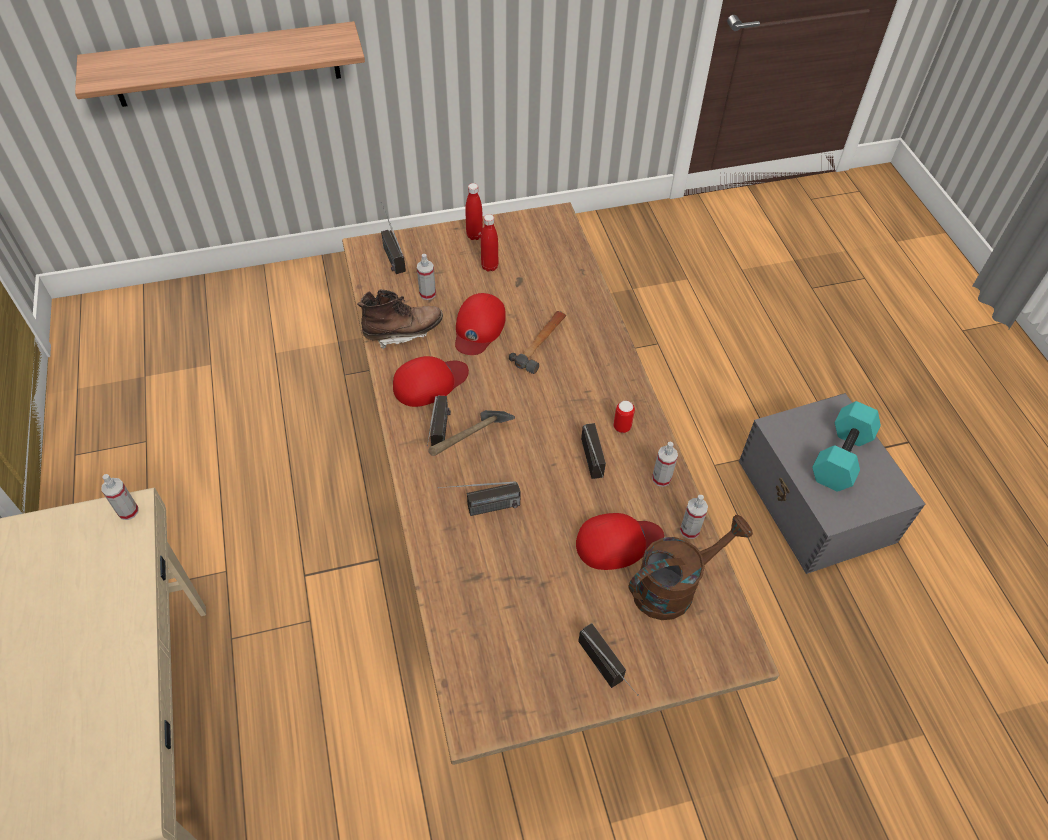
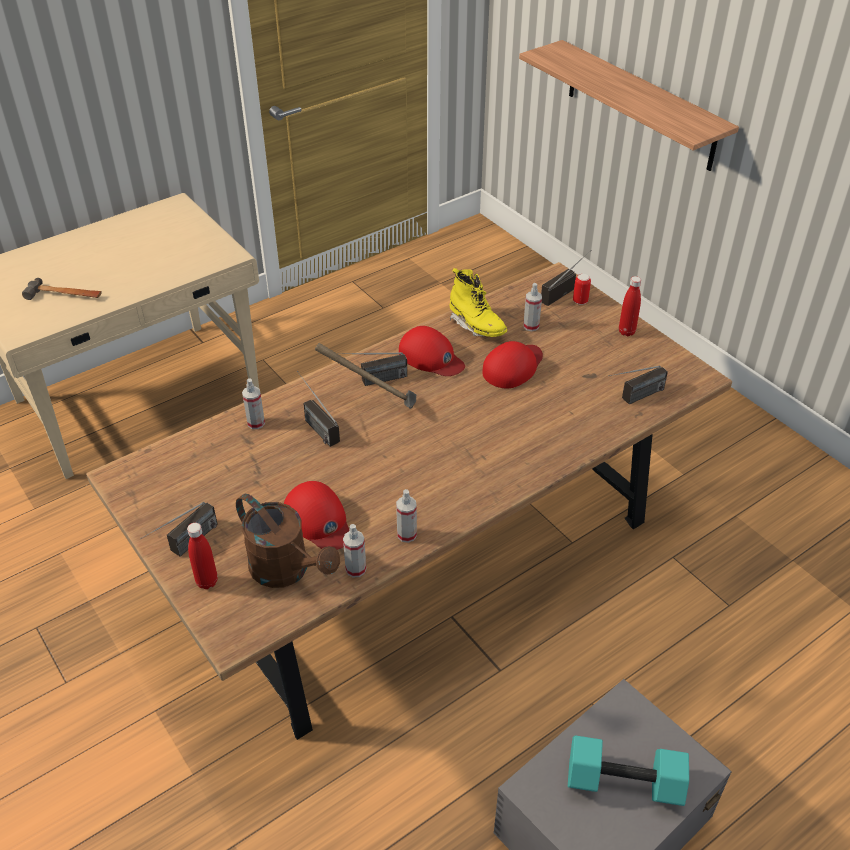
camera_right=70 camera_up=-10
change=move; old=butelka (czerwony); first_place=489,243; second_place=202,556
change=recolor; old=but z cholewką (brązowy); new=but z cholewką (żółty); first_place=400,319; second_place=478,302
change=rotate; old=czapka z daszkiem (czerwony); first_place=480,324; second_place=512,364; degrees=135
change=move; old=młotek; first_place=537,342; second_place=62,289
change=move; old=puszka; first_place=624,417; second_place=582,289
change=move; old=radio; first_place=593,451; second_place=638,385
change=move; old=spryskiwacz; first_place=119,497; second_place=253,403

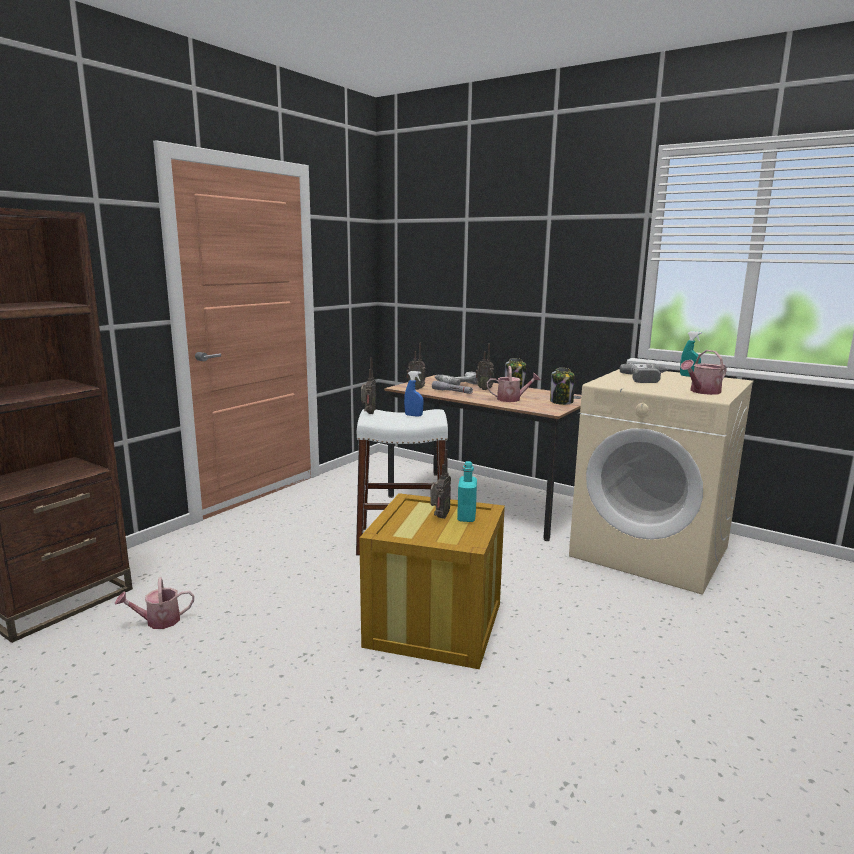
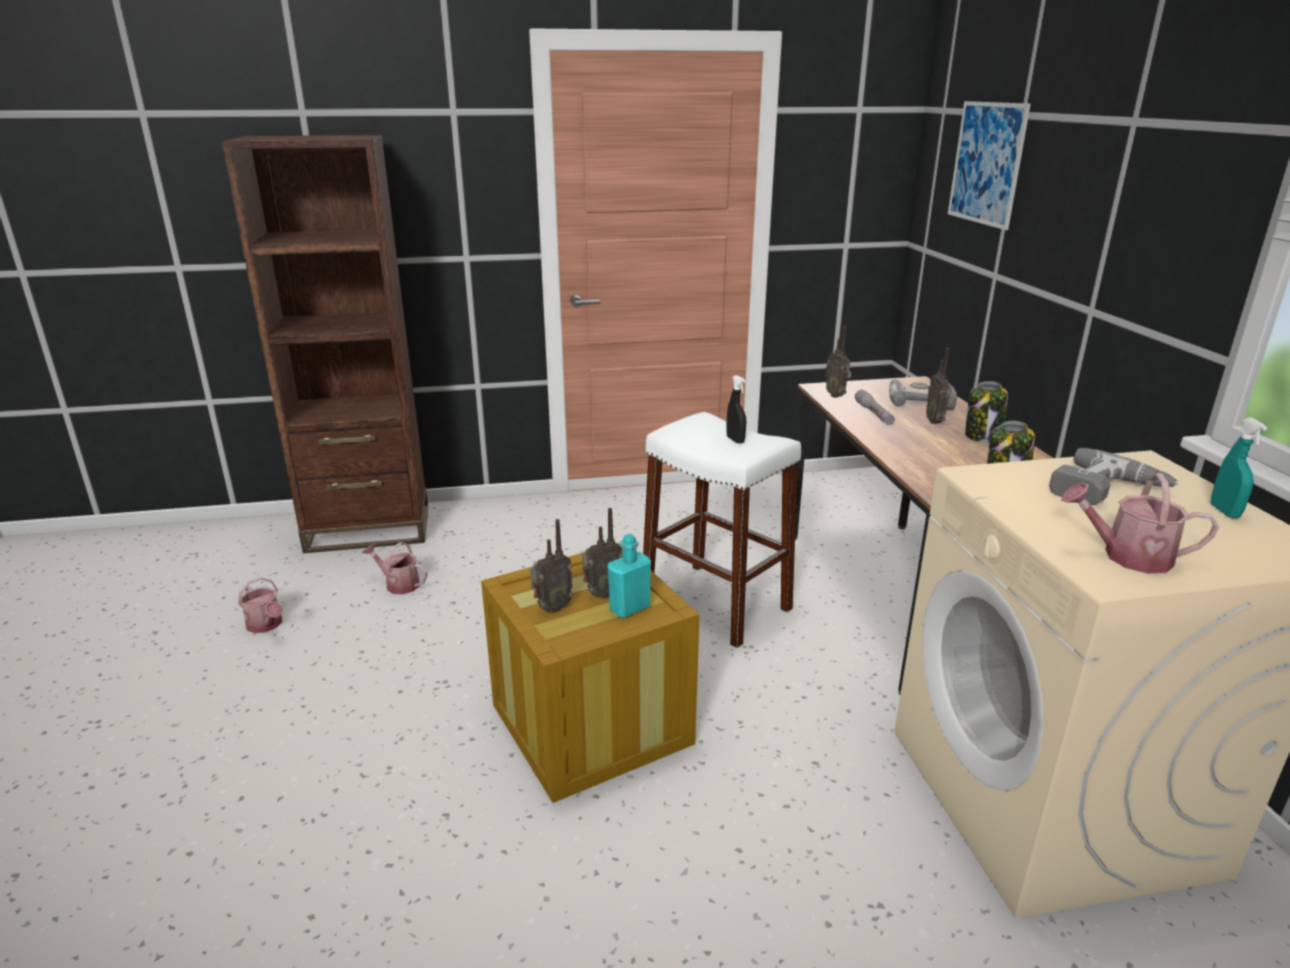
camera_right=45 camera_up=10
change=move; old=radio; first_place=368,386; second_place=551,566
change=move; old=konewka; first_place=514,384; second_place=260,605
change=recolor; old=spryskiwacz (niebieski); new=spryskiwacz (czarny); first_place=413,394; second_place=736,409
change=insert; new=obraz; second_place=989,165

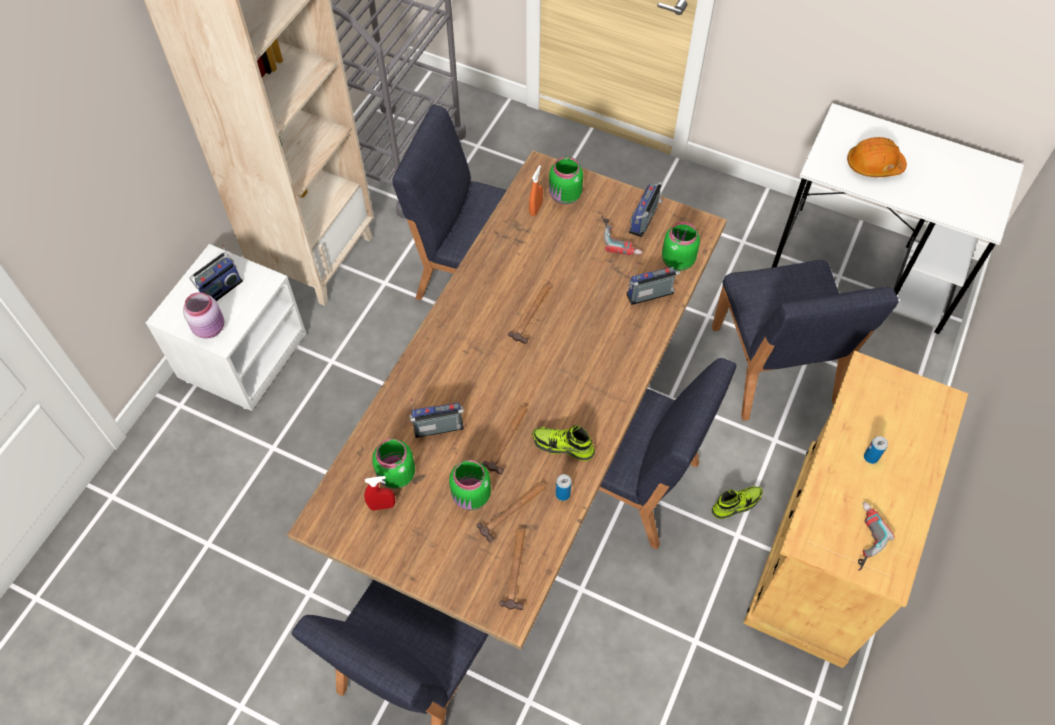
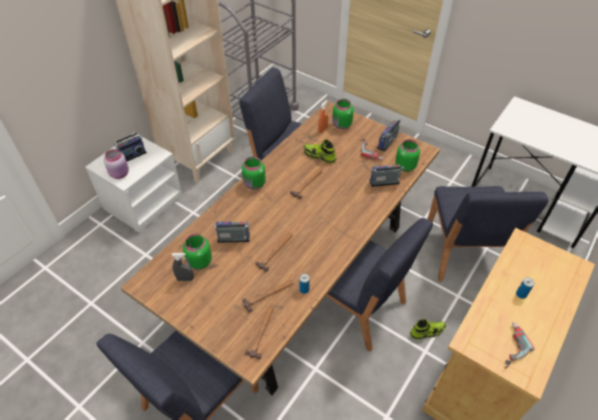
camera_right=10 camera_up=-10
change=delete; old=kask (pomarańczowy); first_place=877,157
change=move; old=but; first_place=563,443; second_place=320,152
change=move; old=słoik (zielony); first_place=470,485; second_place=254,173
change=recolor; old=spryskiwacz (czerwony); new=spryskiwacz (szary); first_place=379,493; second_place=183,267

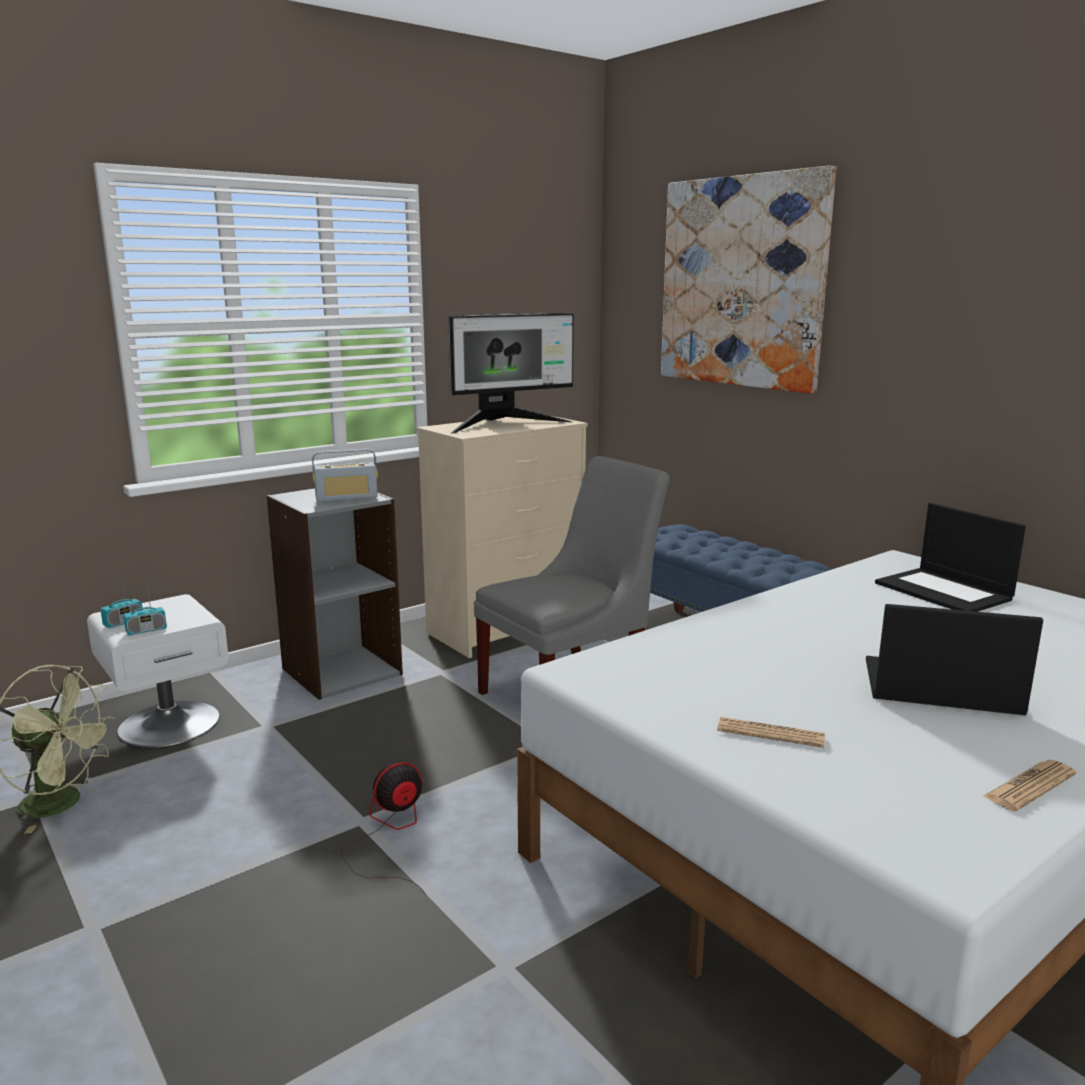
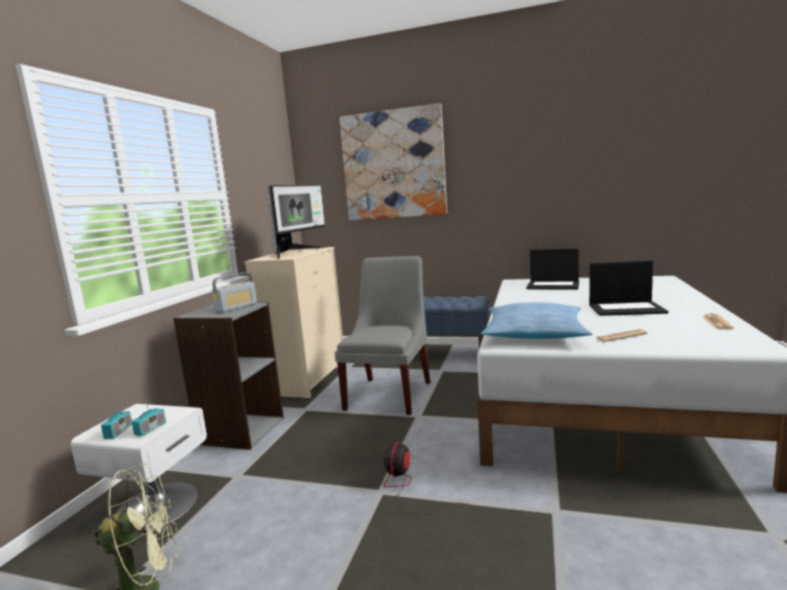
camera_right=-35 camera_up=-5
change=rotate; old=laptop; first_place=954,659; second_place=628,288; degrees=-150
change=insert; new=poduszka; second_place=536,320

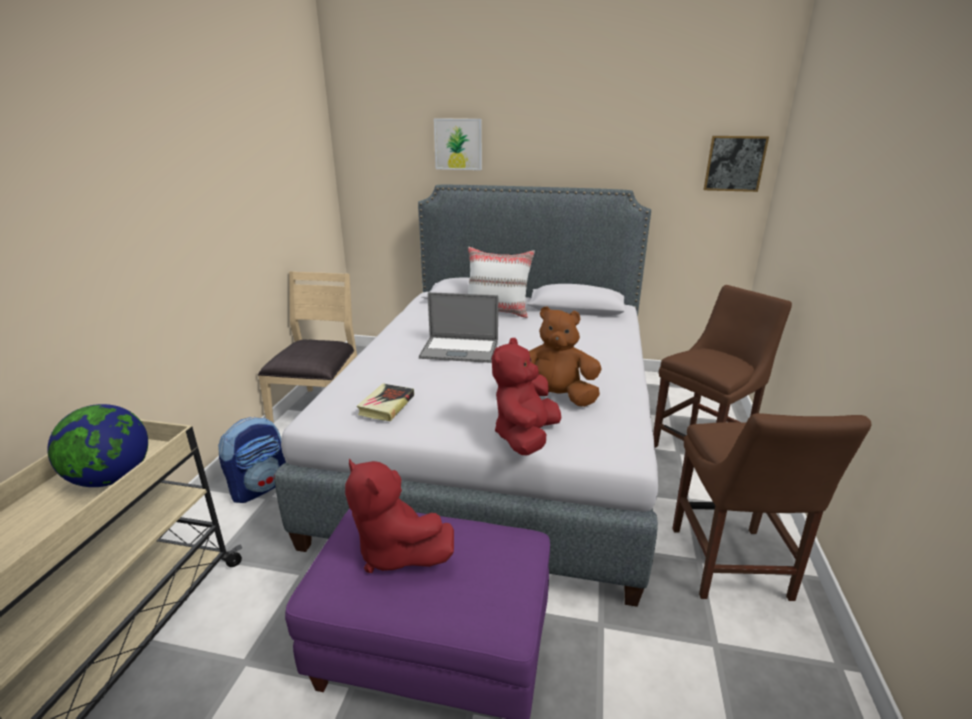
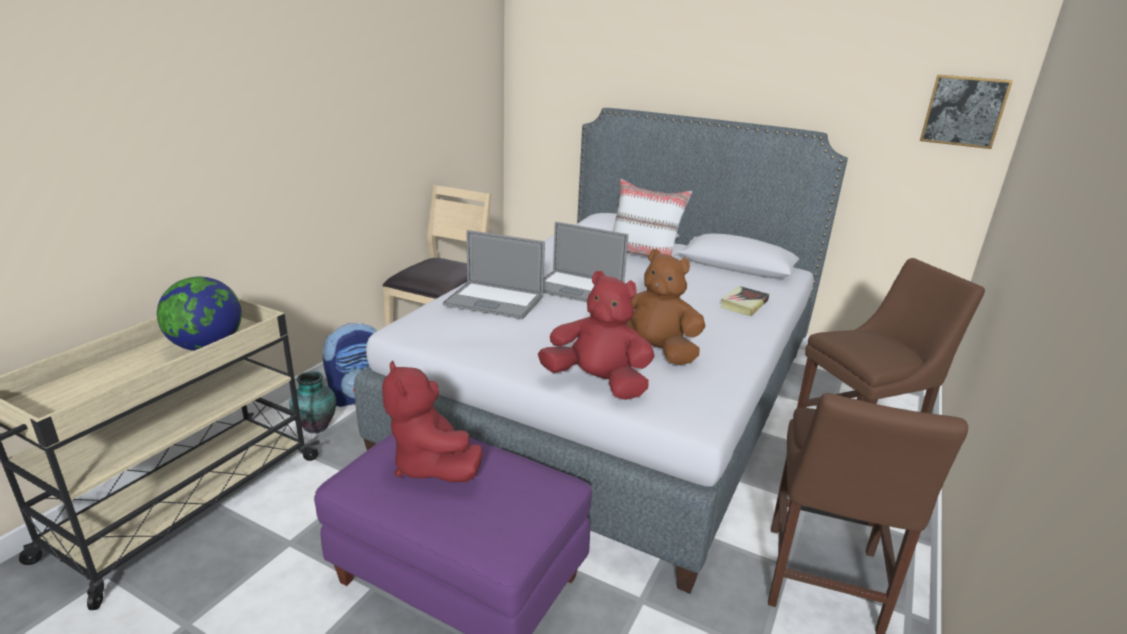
camera_right=15 camera_up=0
change=delete; old=obraz; first_place=458,144
change=rotate; old=pluszak (czerwony); first_place=527,397; second_place=596,335; degrees=75
change=move; old=książka; first_place=385,402; second_place=744,301
change=insert; new=laptop; second_place=494,274
change=insert; new=wazon; second_place=312,402

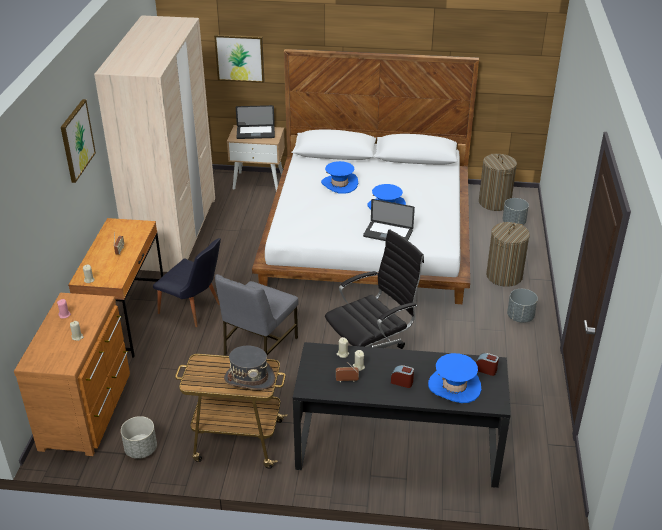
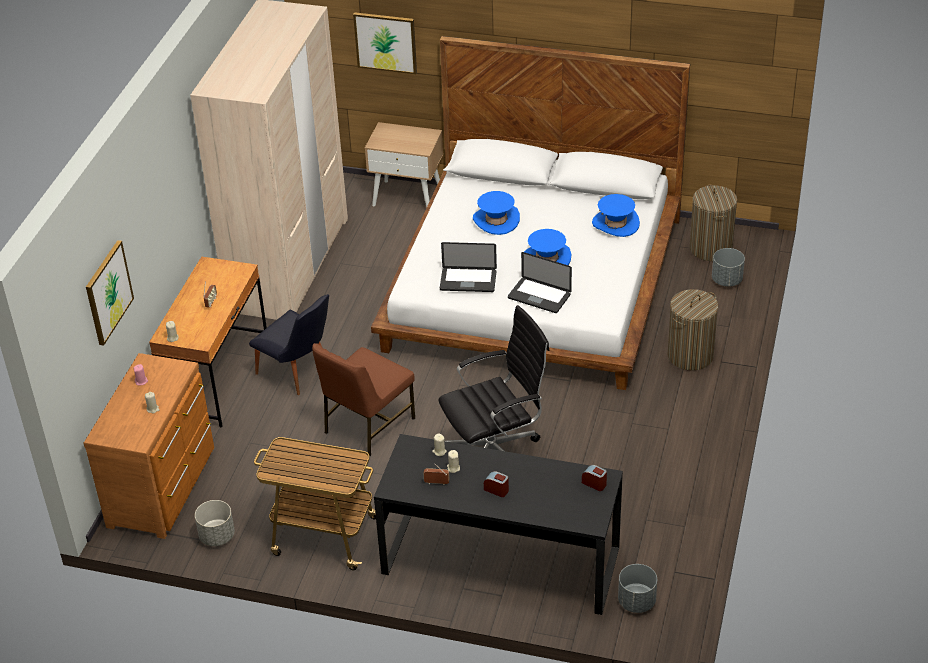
camera_right=10 camera_up=5
change=move; old=obraz; first_place=78,141; second_place=110,293
change=move; old=laptop; first_place=255,122; second_place=468,267
change=recolor; old=krzesło (szary); new=krzesło (brązowy); first_place=257,315; second_place=363,400
change=move; old=donica (szary); first_place=522,306; second_place=637,588
change=delete; old=kapelusz (szary); first_place=249,368
change=move; old=kapelusz (niebieski); first_place=454,378; second_place=616,215

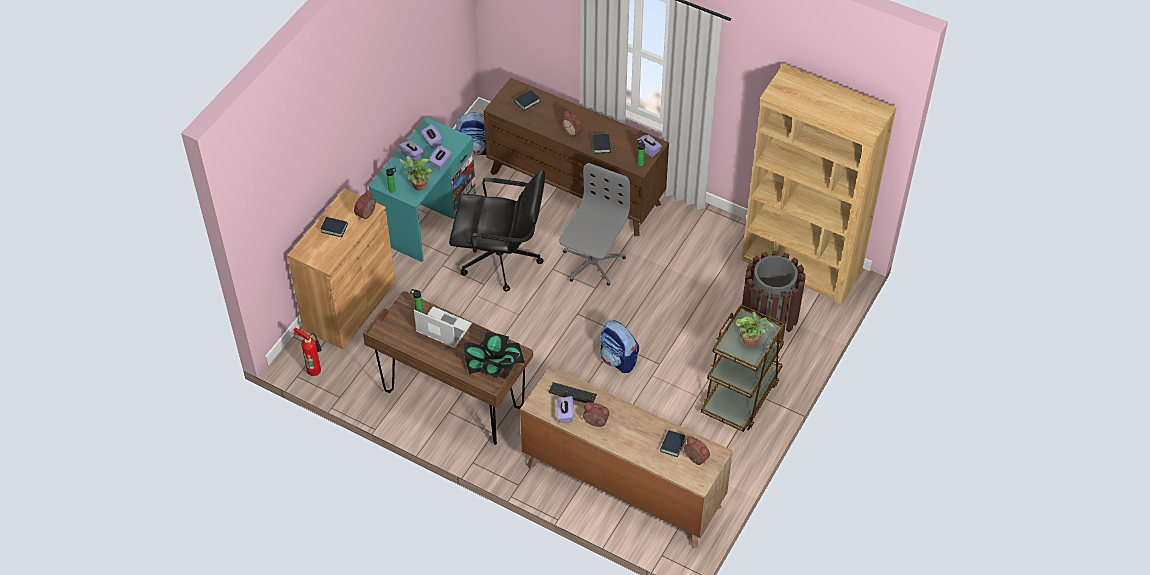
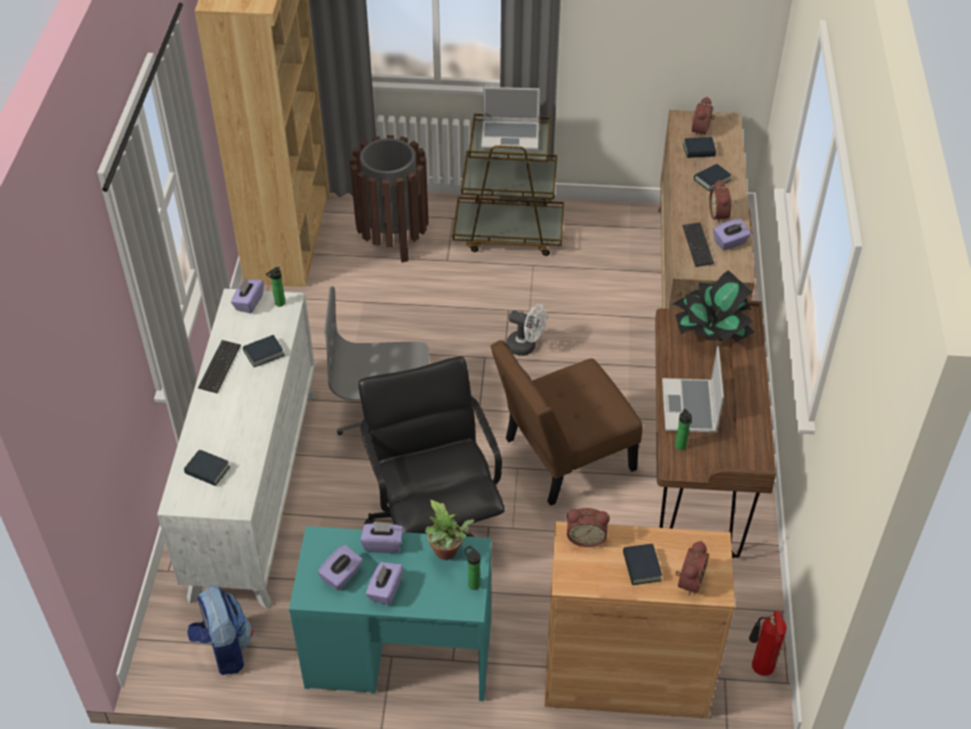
camera_right=-115 camera_up=-5
change=recolor; old=komoda (brązowy); new=komoda (biały); first_place=576,157; second_place=236,449
change=move; old=budzik; first_place=572,124; second_place=692,568
change=replace; old=roślina doniczkowa; new=laptop; first_place=754,329; second_place=510,118
change=replace; old=plecak; new=wentylator (biały); first_place=619,346; second_place=526,330
change=insert; new=książka; second_place=712,177
change=insert; new=klawiatura; second_place=219,366
change=insert; new=krzesło (brązowy); second_place=566,423

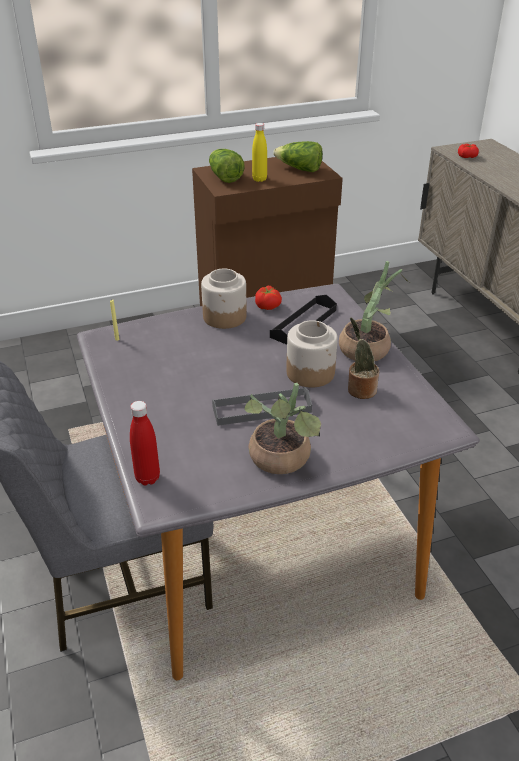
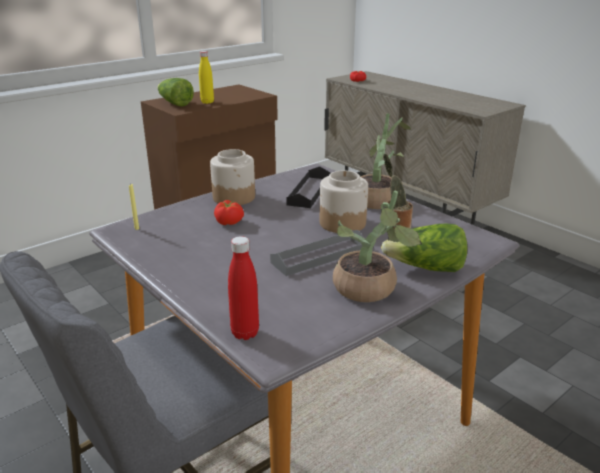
camera_right=-20 camera_up=-10
change=move; old=sałata; first_place=298,156; second_place=424,248
change=move; old=pomidor; first_place=268,298; second_place=229,212

